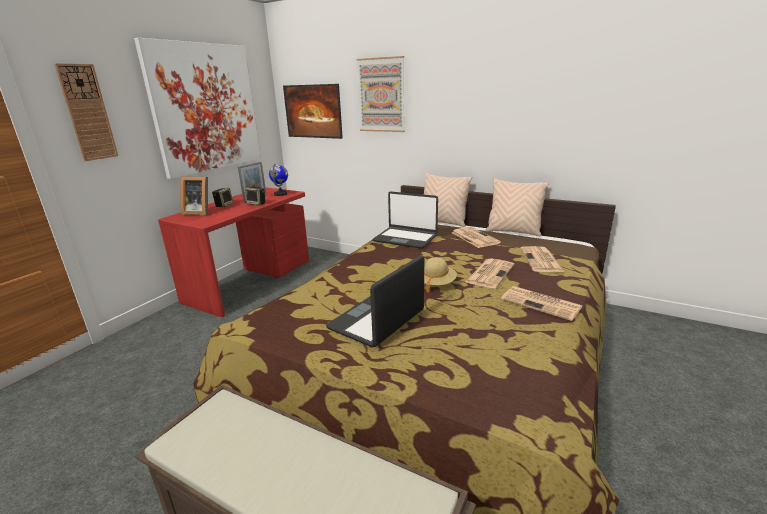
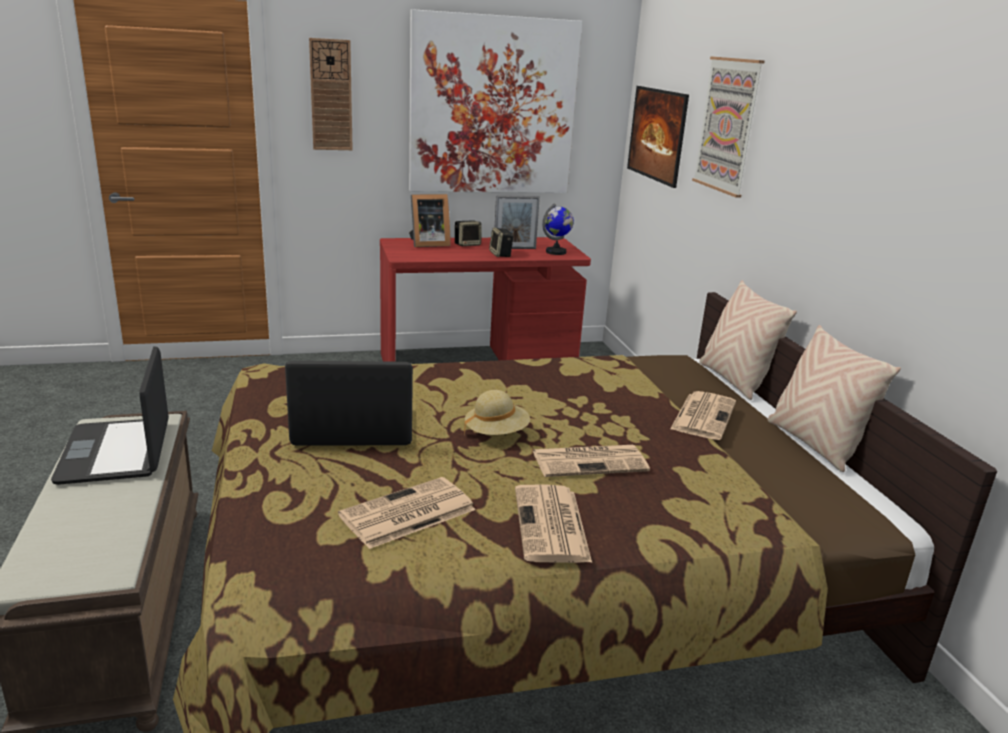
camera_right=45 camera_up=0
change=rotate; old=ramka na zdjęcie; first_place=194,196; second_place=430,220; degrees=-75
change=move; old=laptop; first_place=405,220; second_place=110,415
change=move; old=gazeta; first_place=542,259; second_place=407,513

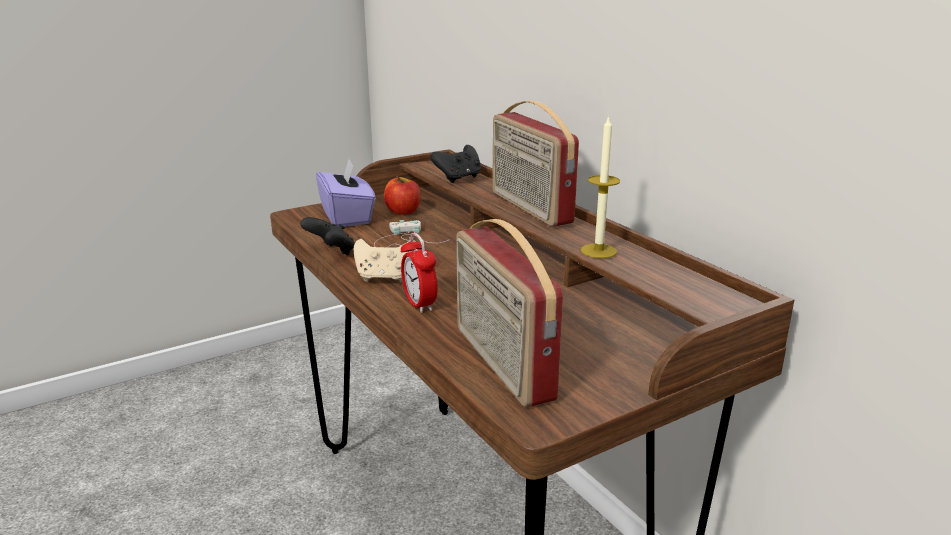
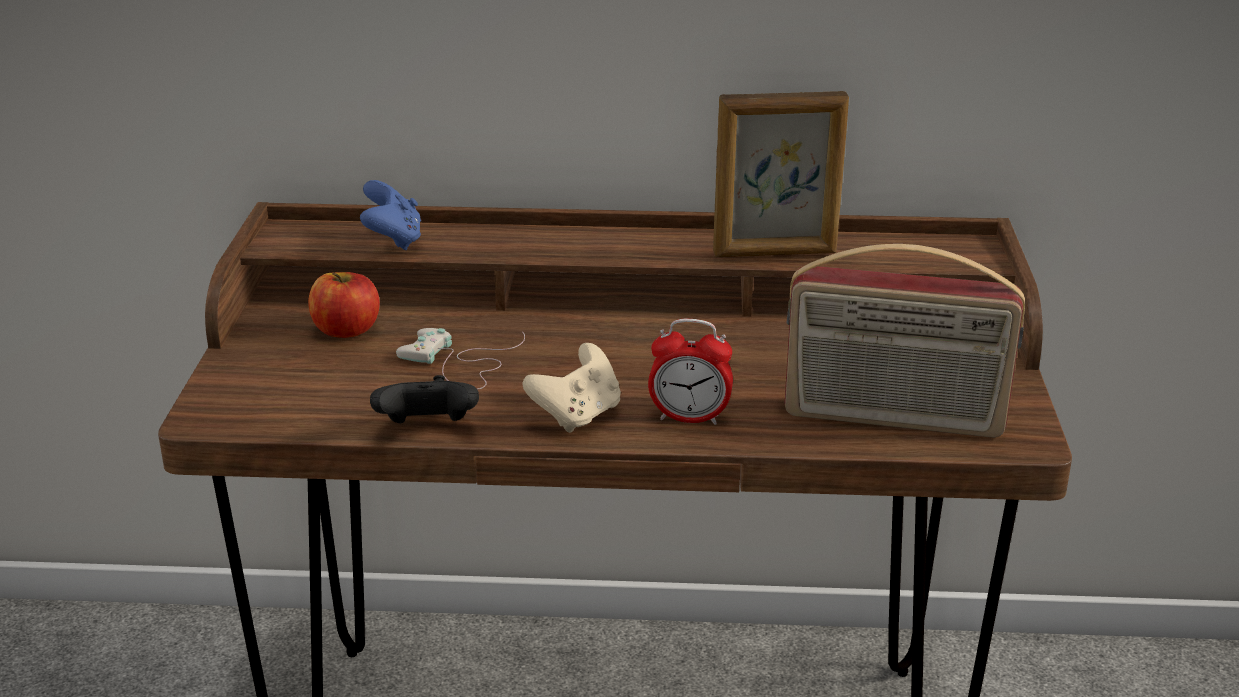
camera_right=-55 camera_up=5
change=delete; old=radio; first_place=535,163
change=replace; old=świeca; new=ramka na zdjęcie; first_place=600,187; second_place=781,174
change=recolor; old=pad do gier (czarny); new=pad do gier (niebieski); first_place=455,164; second_place=390,215
change=delete; old=pudełko chusteczek (fioletowy); first_place=346,193

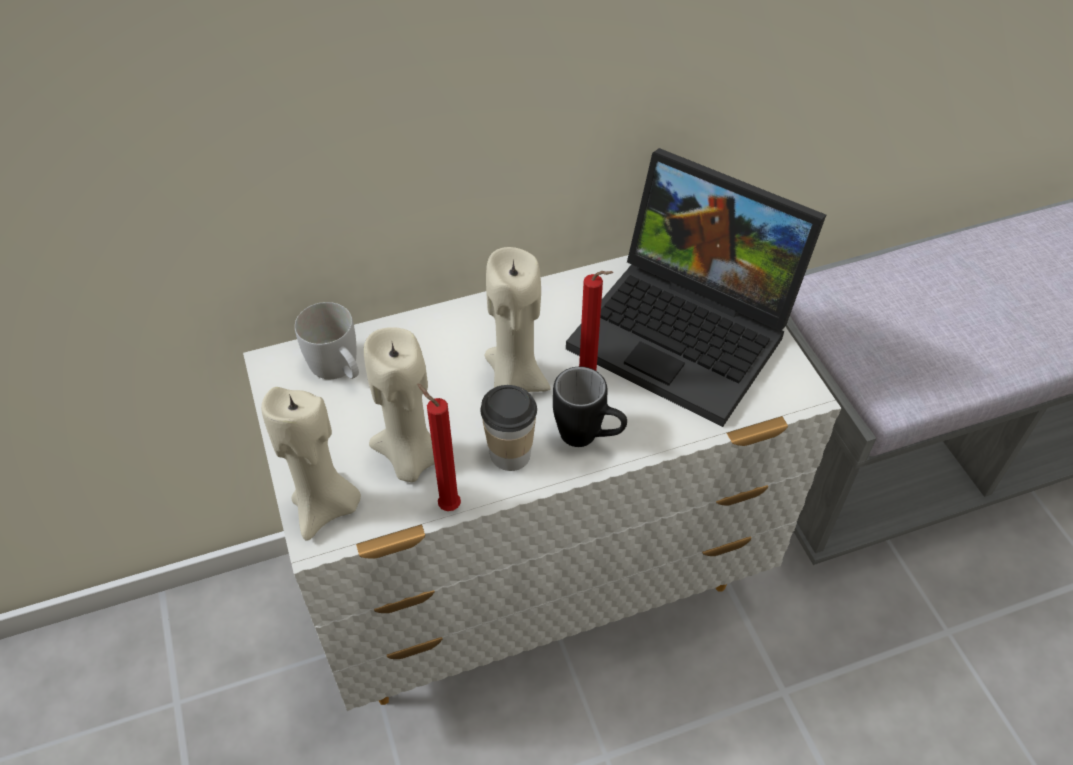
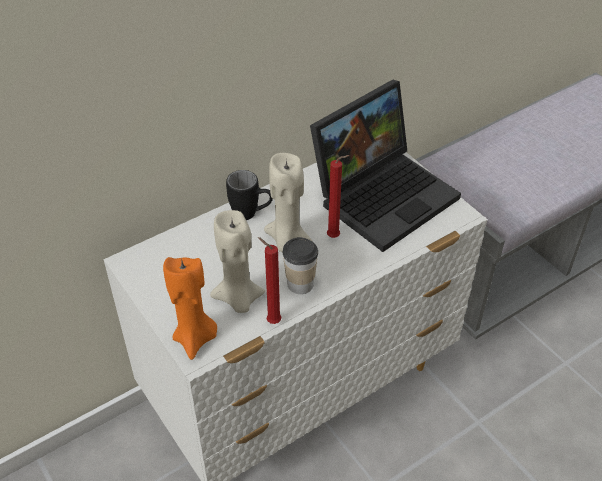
camera_right=-15 camera_up=-5
change=rotate; old=laptop; first_place=696,287; second_place=385,166; degrees=-60
change=delete; old=kubek (biały); first_place=327,340
change=move; old=kubek (czarny); first_place=590,407; second_place=249,195
change=recolor; old=świeca (beżowy); new=świeca (pomarańczowy); first_place=311,464; second_place=190,308

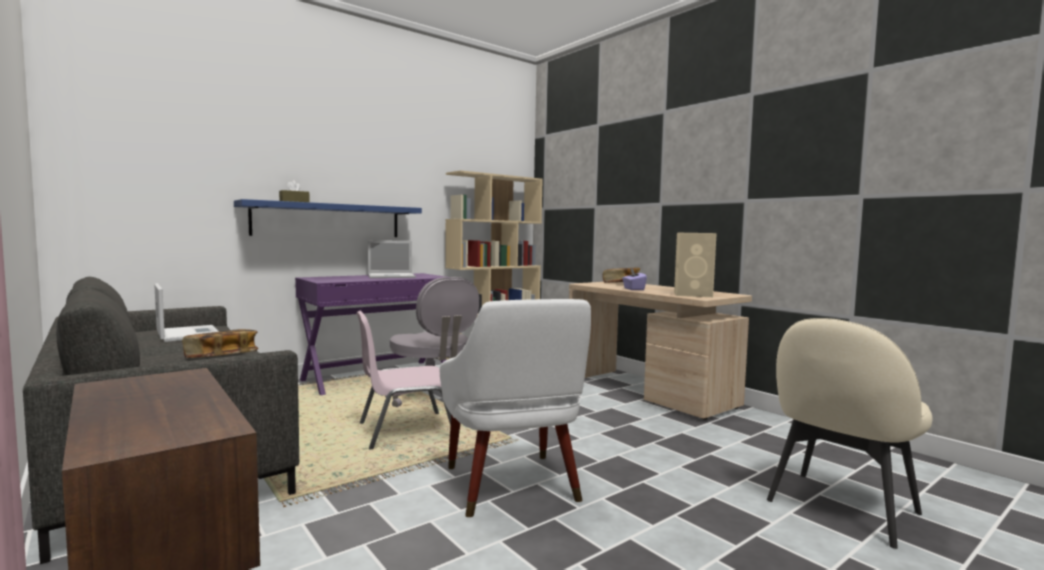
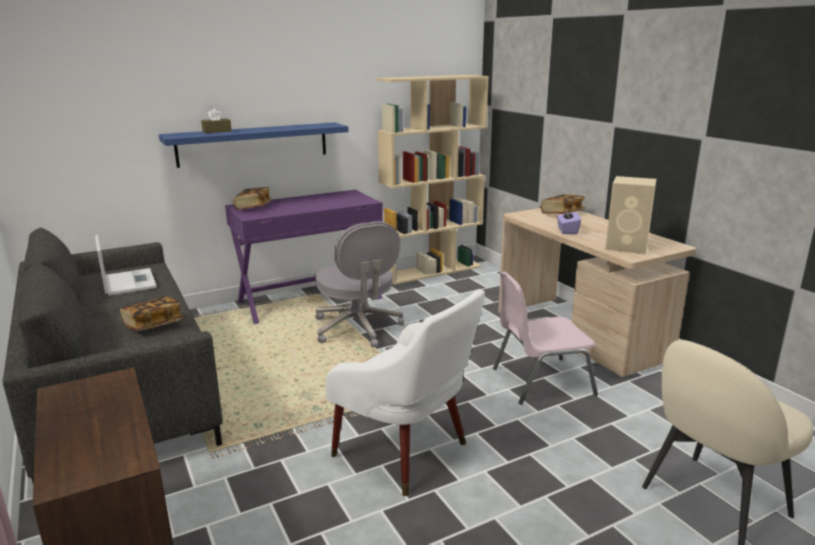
camera_right=10 camera_up=15
change=delete; old=laptop; first_place=392,259
change=rotate; old=fotel (biały); first_place=515,408; second_place=405,392; degrees=-45
change=move; old=krzesło (różowy); first_place=404,380; second_place=545,338
change=insert; new=książka; second_place=252,198

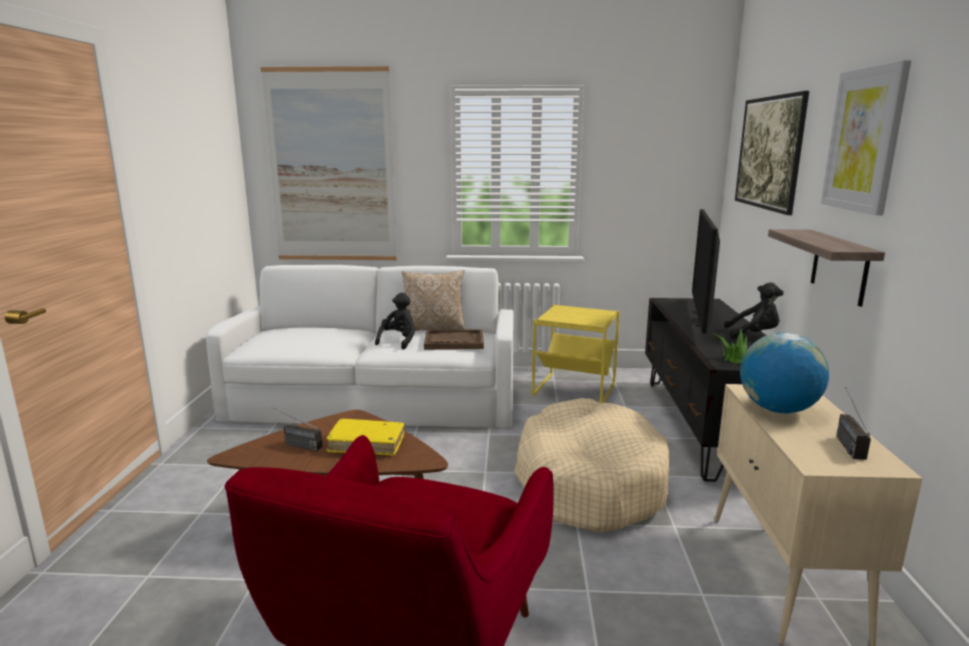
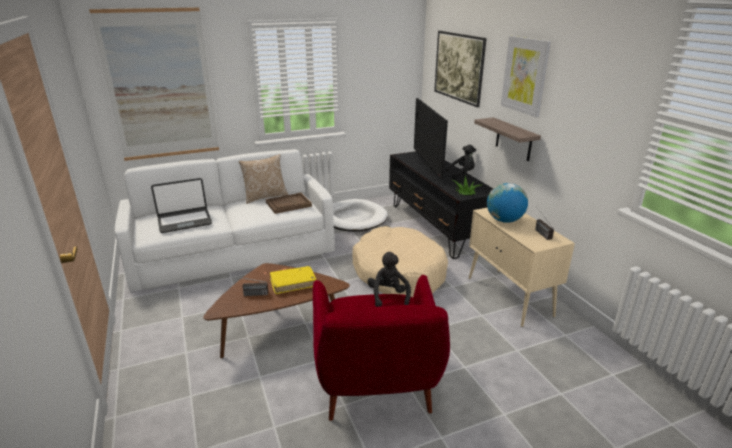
camera_right=-25 camera_up=10
change=move; old=pluszak (czarny); first_place=395,321; second_place=389,279
change=replace; old=stolik (żółty); new=legowisko (biały); first_place=576,353; second_place=360,215
change=insert; new=laptop; second_place=181,205

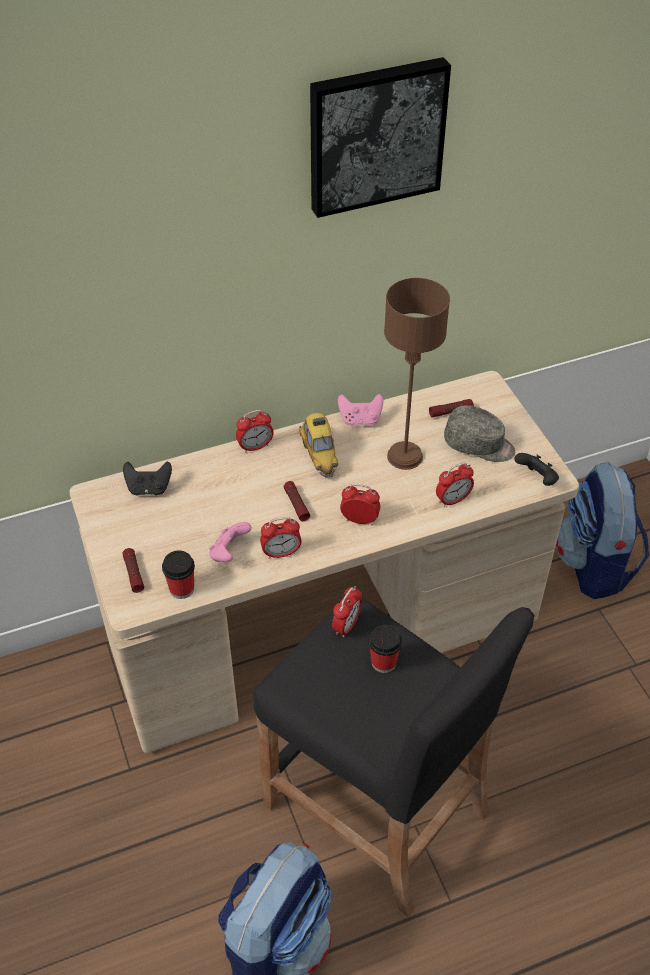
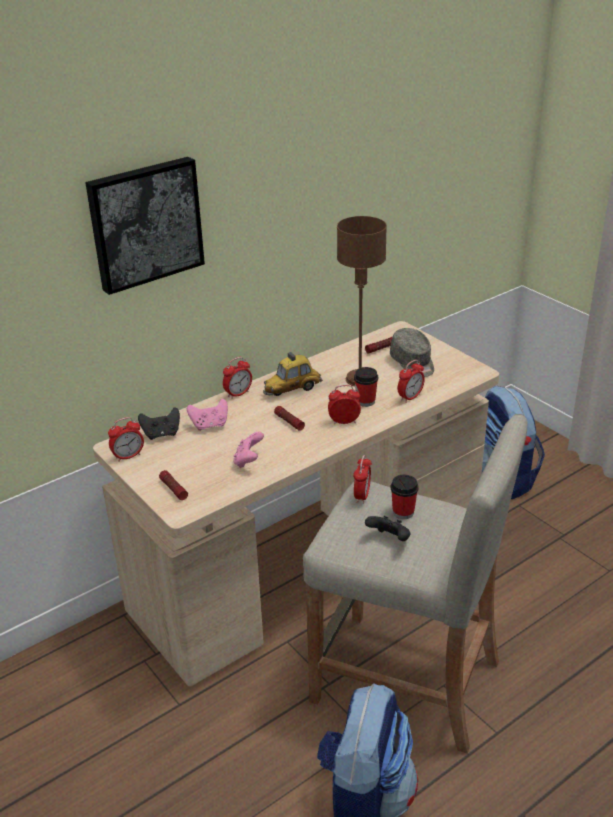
camera_right=-15 camera_up=-15
change=move; old=obraz; first_place=380,137; second_place=145,226
change=move; old=pad do gier (różowy); first_place=360,410; second_place=207,415
change=rotate; old=czapka z daszkiem (szary); first_place=479,433; second_place=412,352; degrees=60
change=rotate; old=samochodzik; first_place=318,445; second_place=293,374; degrees=90
change=move; old=pad do gier (czarny); first_place=537,469; second_place=388,528
change=move; old=budzik; first_place=281,538; second_place=126,439
change=move; old=filiżanka; first_place=178,575; second_place=366,387
change=recolor; old=stołek (czarny); new=stołek (beżowy); first_place=394,757; second_place=415,584

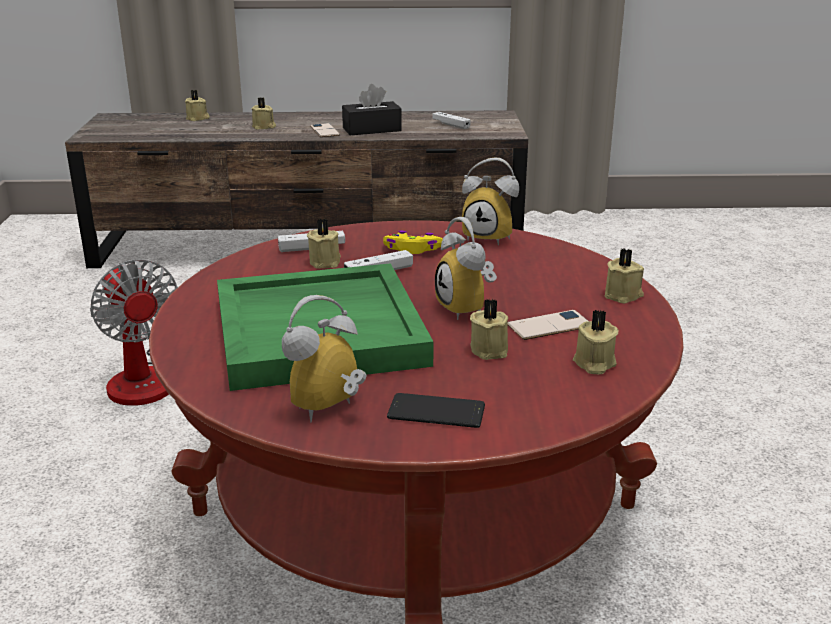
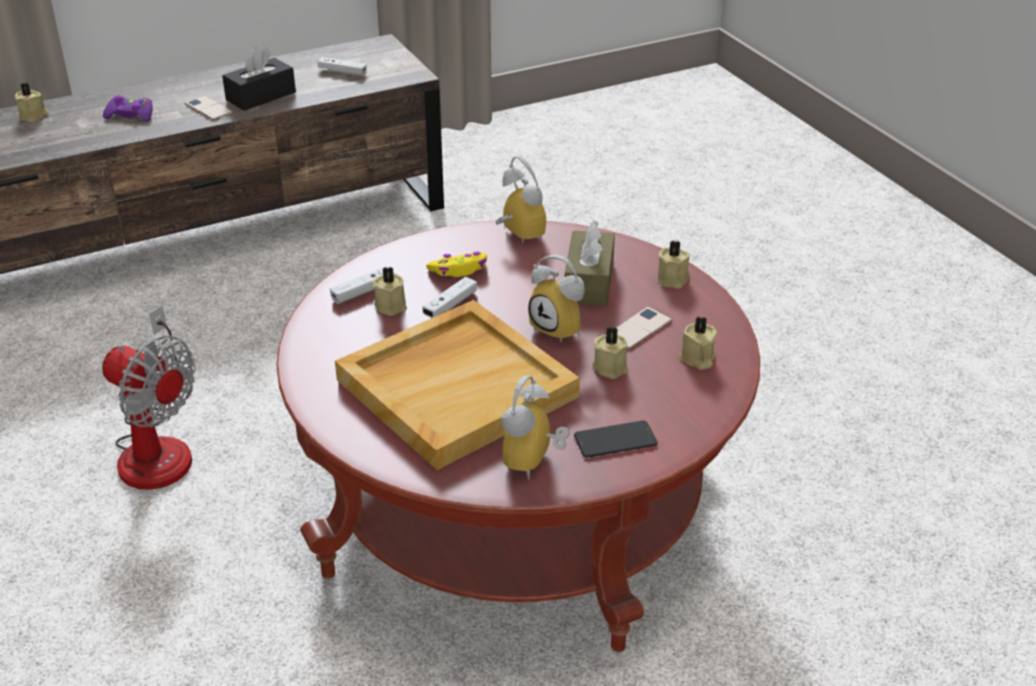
camera_right=-25 camera_up=10
change=replace; old=świeca (beżowy); new=pad do gier (fioletowy); first_place=264,114; second_place=128,108
change=rotate; old=budzik; first_place=490,201; second_place=520,199; degrees=-120
change=recolor; old=taca (zielony); new=taca (beżowy); first_place=325,327; second_place=457,385
change=insert; new=pudełko chusteczek (brązowy); second_place=590,263

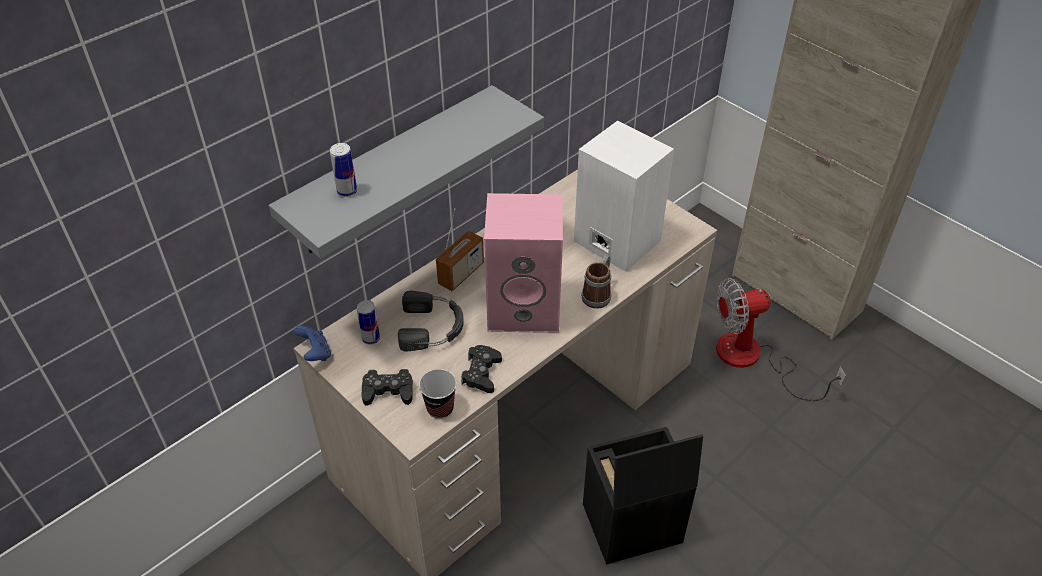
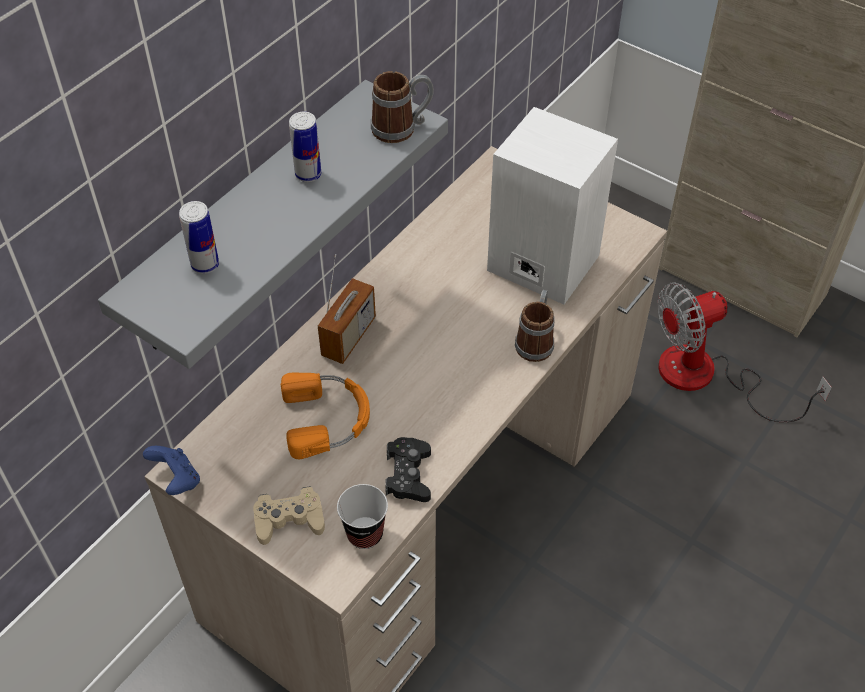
camera_right=-10 camera_up=5
change=delete; old=głośnik (różowy); first_place=523,263
change=recolor; old=słuchawki (czarny); new=słuchawki (pomarańczowy); first_place=431,321; second_place=325,416
change=move; old=puszka; first_place=368,322; second_place=305,147
change=recolor; old=pad do gier (czarny); new=pad do gier (beżowy); first_place=387,387; second_place=289,515
change=delete; old=pojemnik do przechowywania (czarny); first_place=643,496
change=insert; new=kubek; second_place=402,107

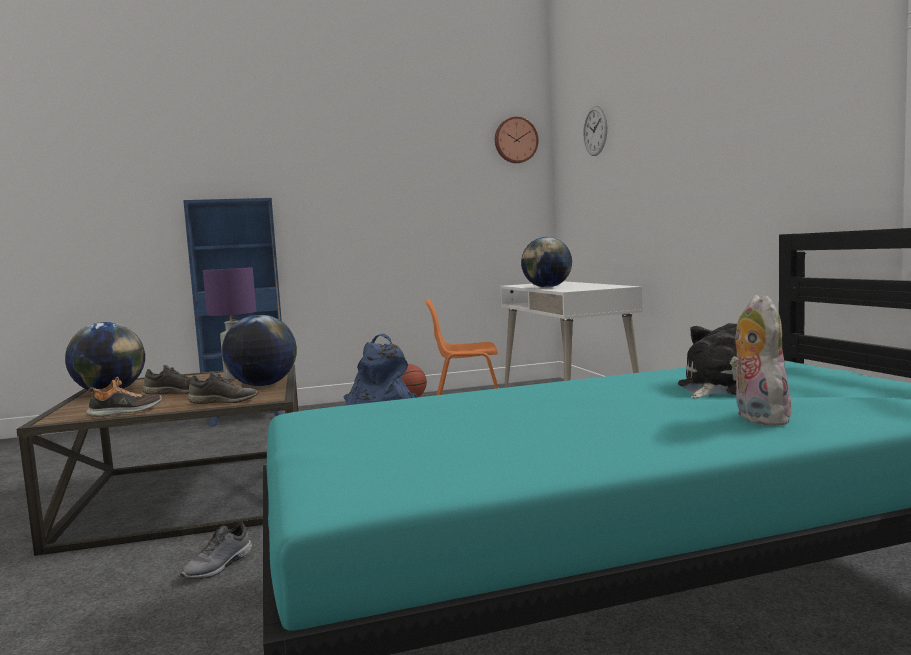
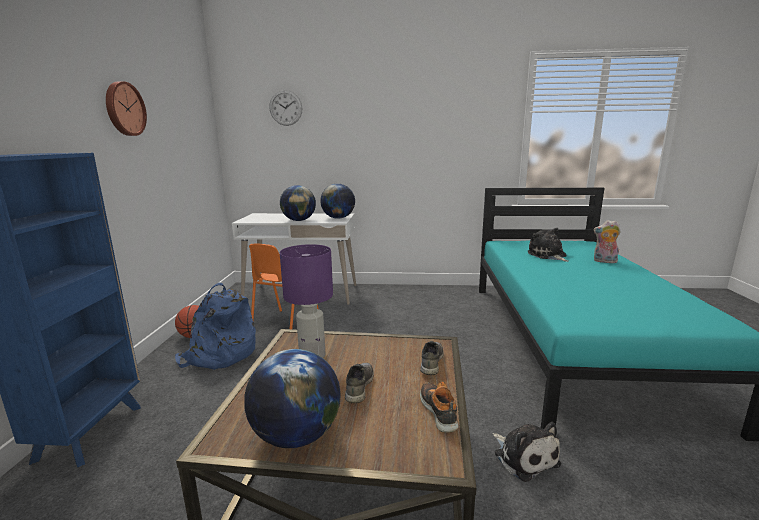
camera_right=-70 camera_up=10
change=move; old=zegar ścienny; first_place=517,140; second_place=126,108
change=move; old=globus; first_place=259,351; second_place=337,201
change=replace; old=but (szary); new=pluszak; first_place=216,550; second_place=526,452

